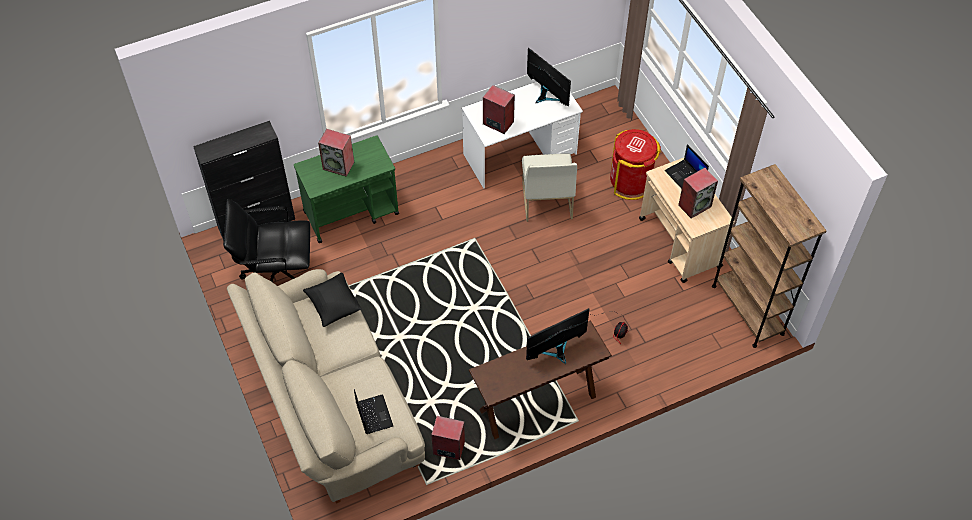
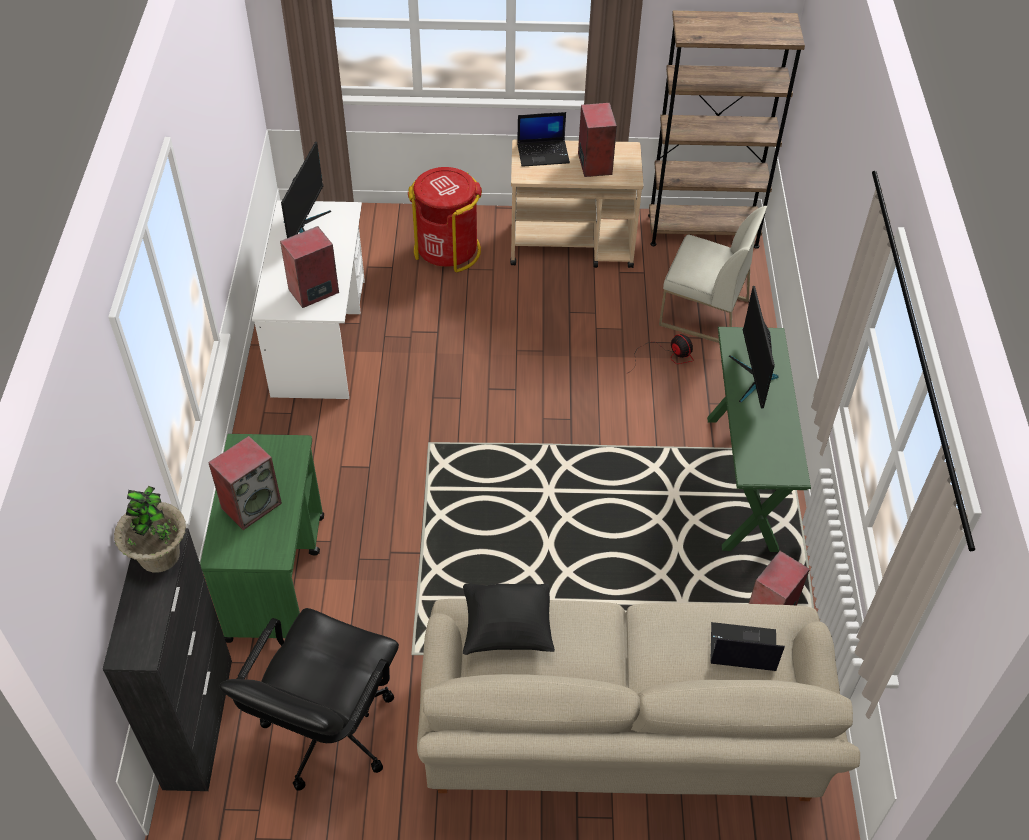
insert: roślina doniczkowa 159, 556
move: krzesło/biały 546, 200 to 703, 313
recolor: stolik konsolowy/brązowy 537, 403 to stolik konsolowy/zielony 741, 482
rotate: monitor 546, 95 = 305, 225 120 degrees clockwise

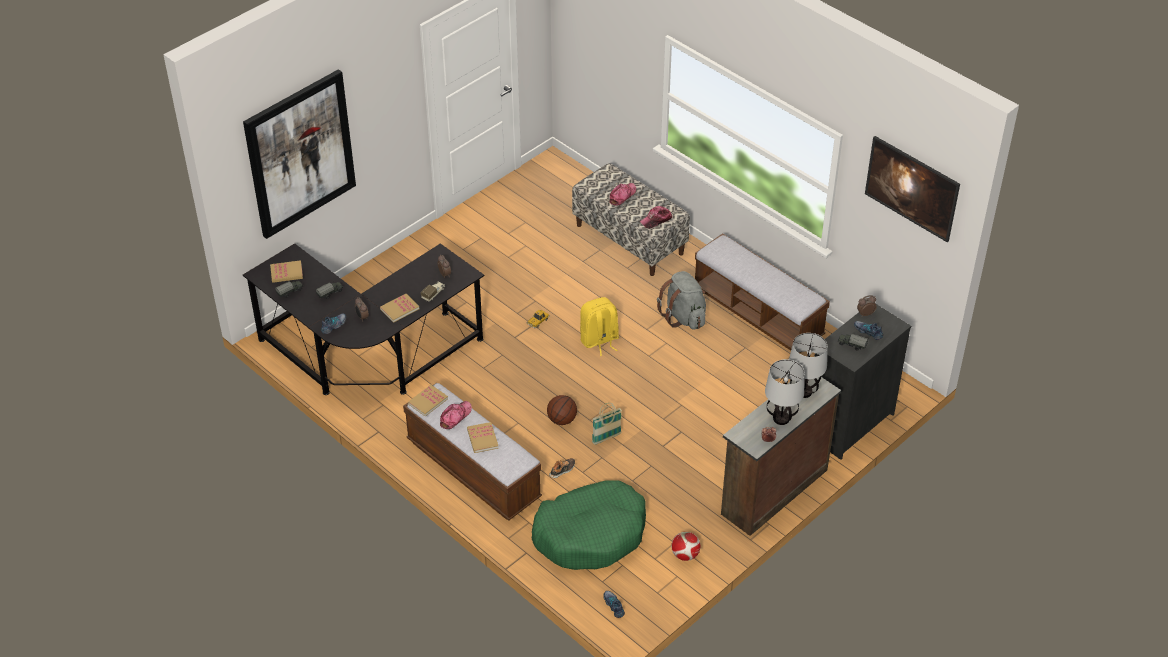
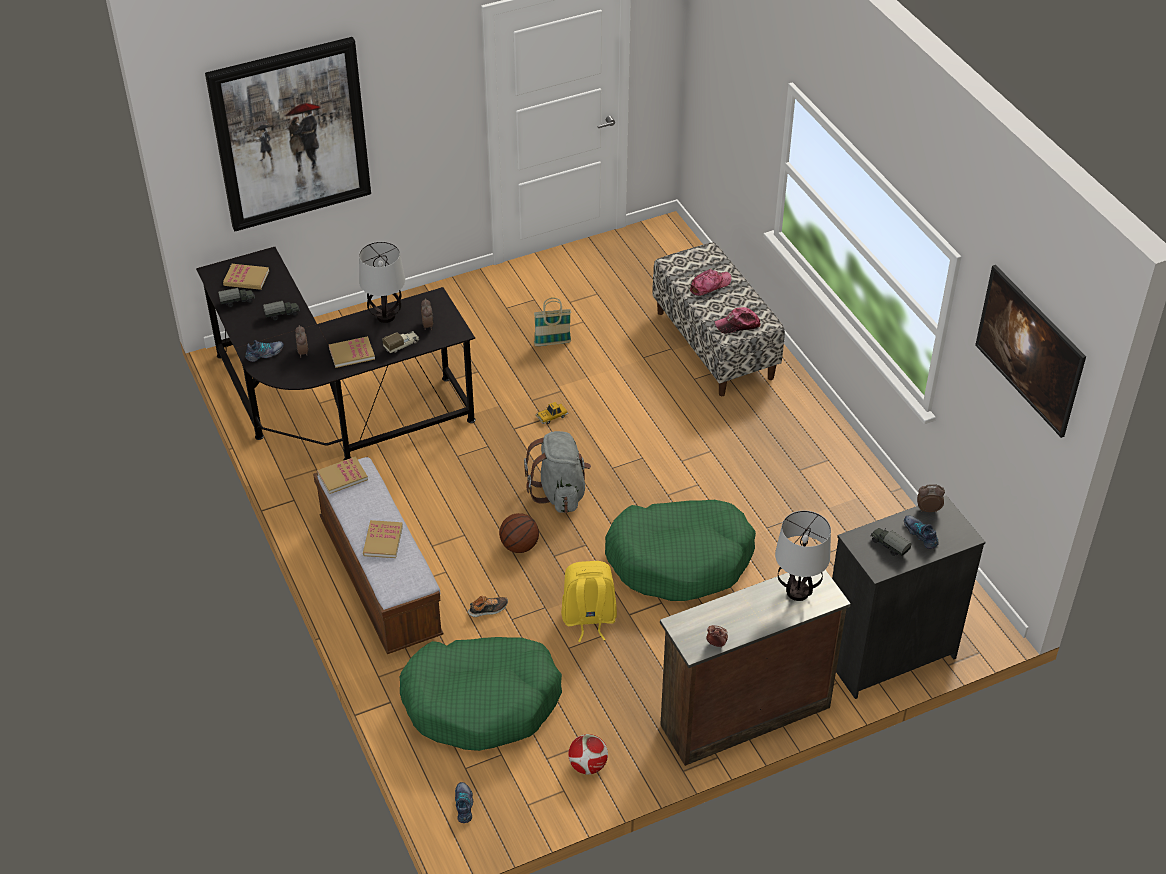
delete: ławka 757, 313; czapka z daszkiem 455, 417
insert: legowisko/zielony 680, 559
move: plecak/szary 683, 317 to 560, 492; plecak/żółty 599, 341 to 588, 619; lampa stołowa 781, 419 to 386, 317; koszyk 606, 438 to 552, 343

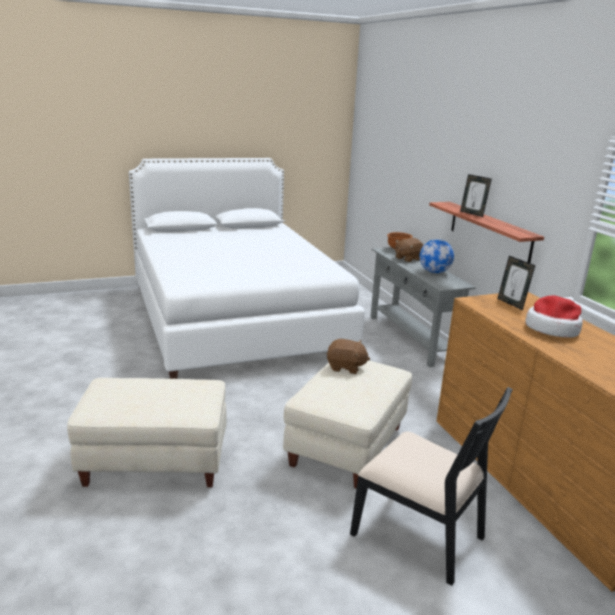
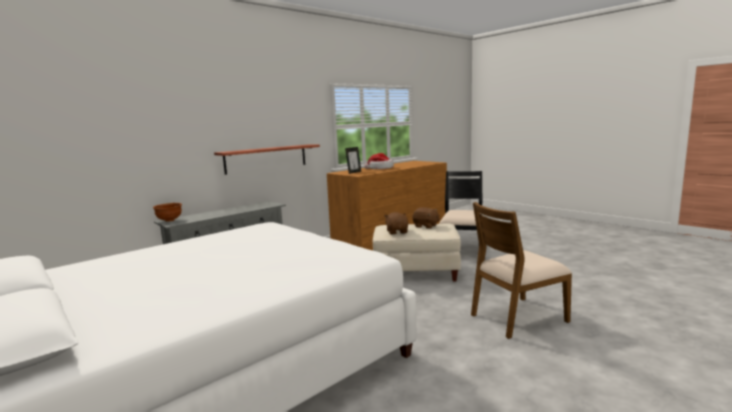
delete: ramka na zdjęcie 472, 214; globus 434, 272
move: pluszak/brązowy 407, 258 to 425, 226
replace: pufa/beżowy 155, 461 to krzesło/brązowy 517, 317

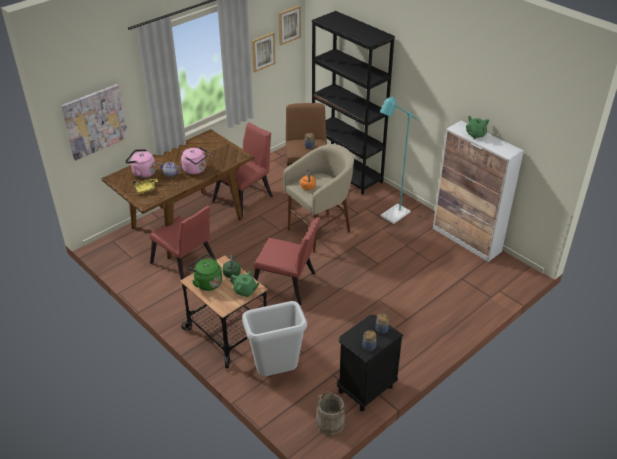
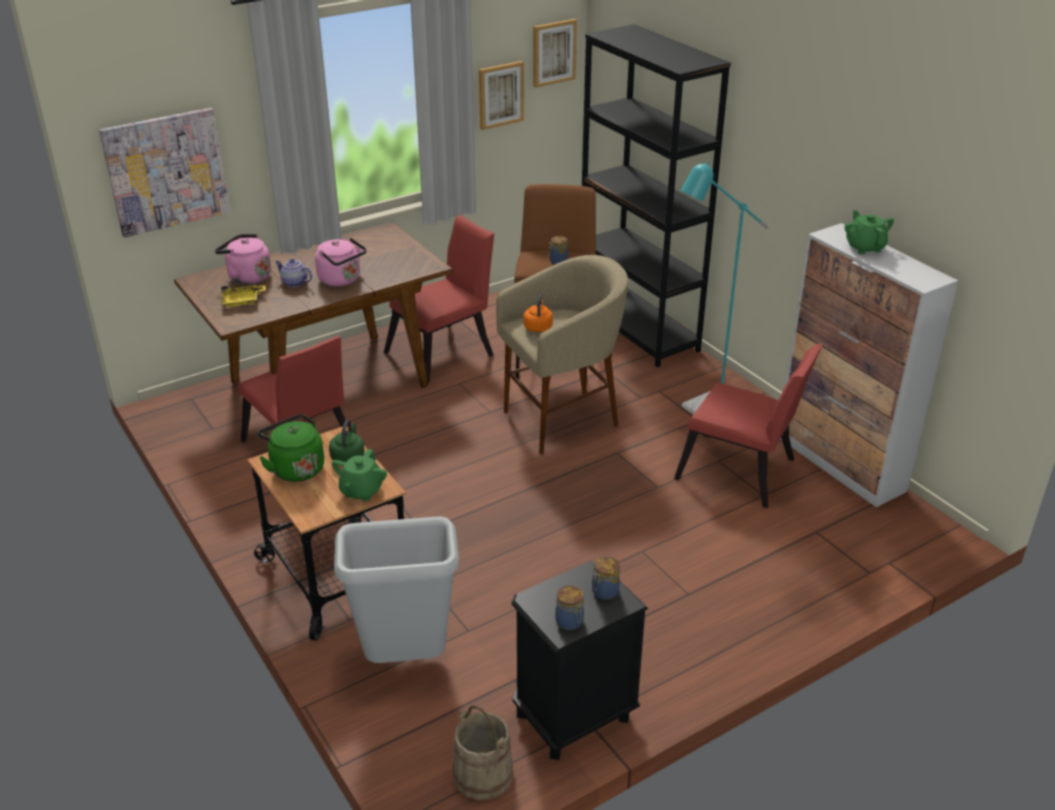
move: krzesło/czerwony 287, 285 to 742, 473
rotate: imbryk/zielony 245, 291 = 361, 491 75 degrees clockwise

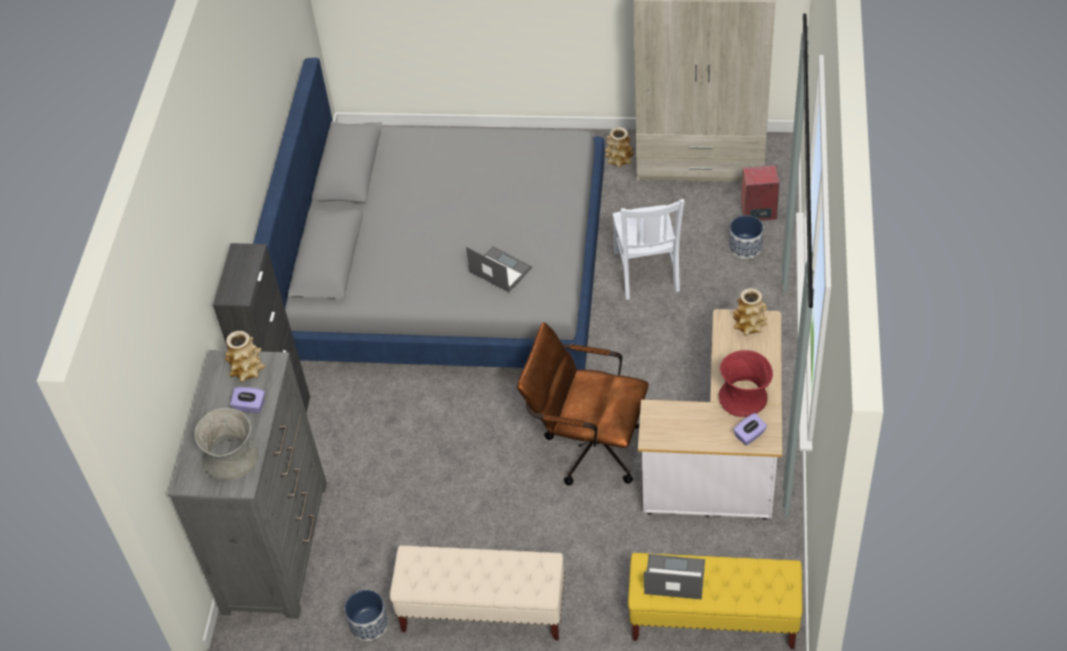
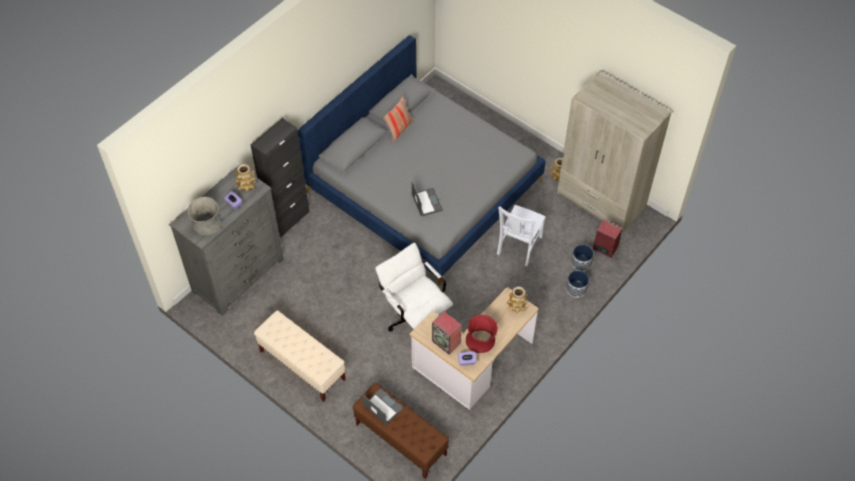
insert: poduszka 399, 129; głośnik 446, 342
move: donica 368, 624 to 576, 289
recolor: krzesło biurowe/brązowy 587, 445 to krzesło biurowe/biały 415, 317; ławka/żółty 713, 619 to ławka/brązowy 400, 439

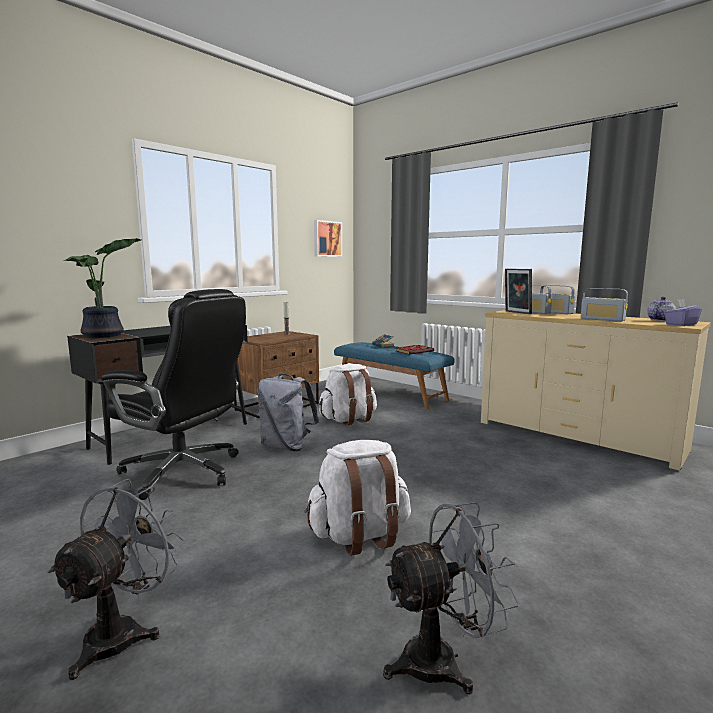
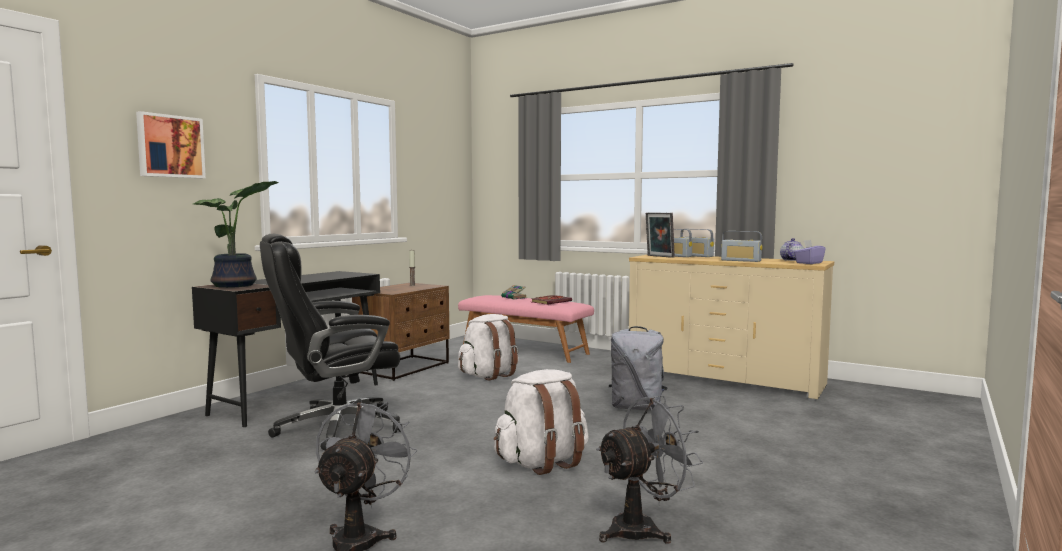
move: obraz 327, 239 to 170, 146; plecak/szary 287, 447 to 637, 408
recolor: ławka/niebieski 391, 393 to ławka/różowy 525, 350
rotate: krzesło biurowe/czarny 184, 472 = 335, 428 135 degrees clockwise

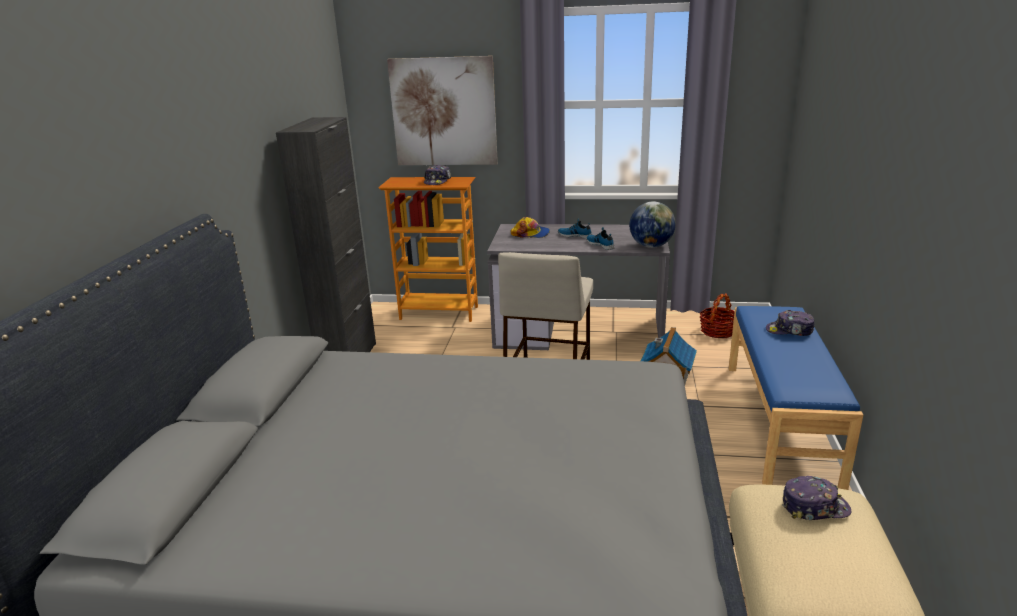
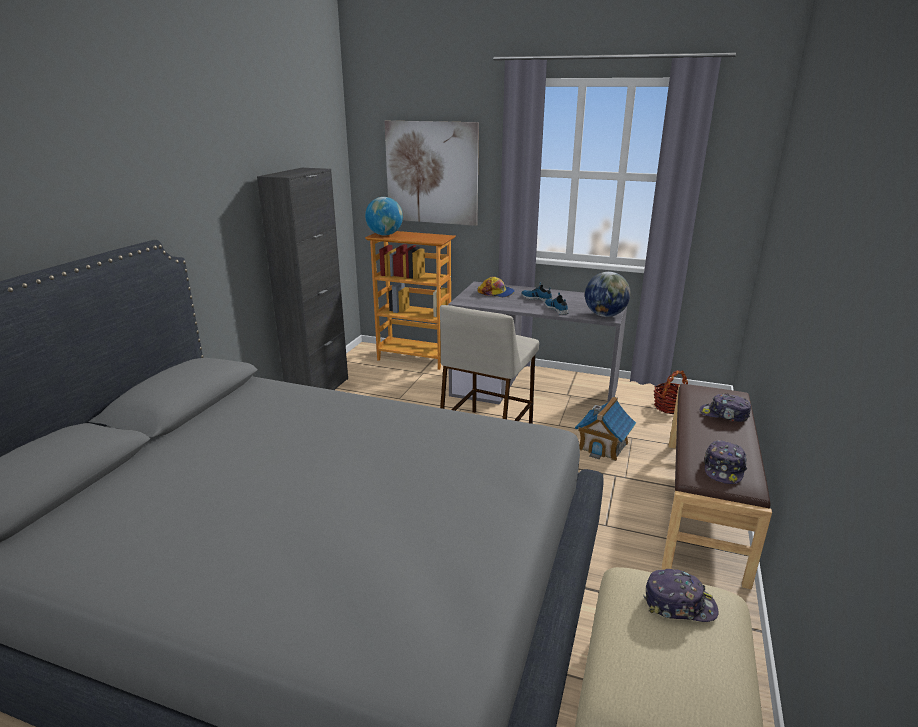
insert: globus 385, 235
move: czapka z daszkiem 437, 181 to 723, 469
recolor: ławka/niebieski 781, 421 to ławka/brązowy 704, 505

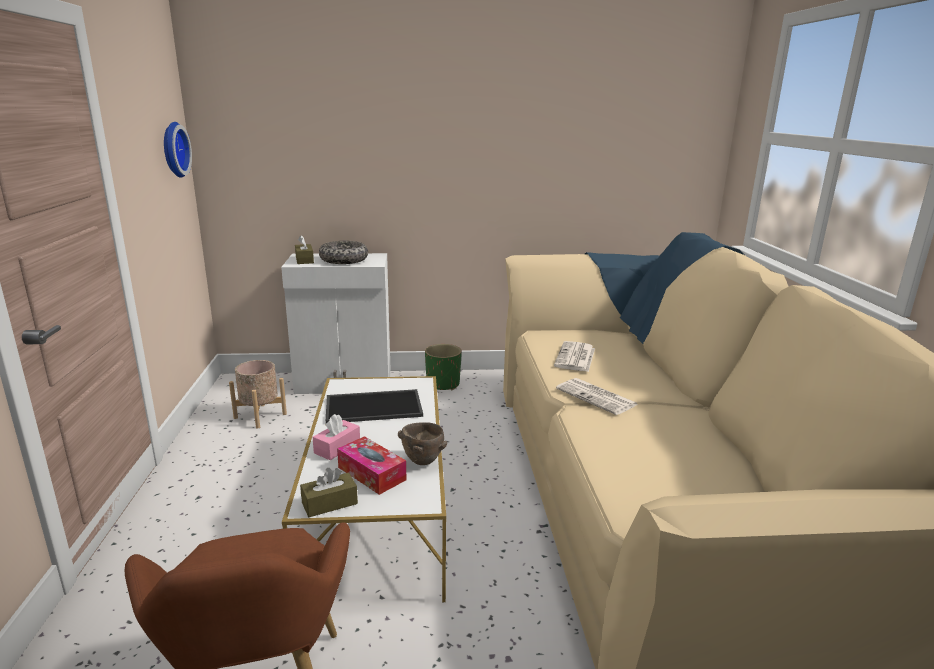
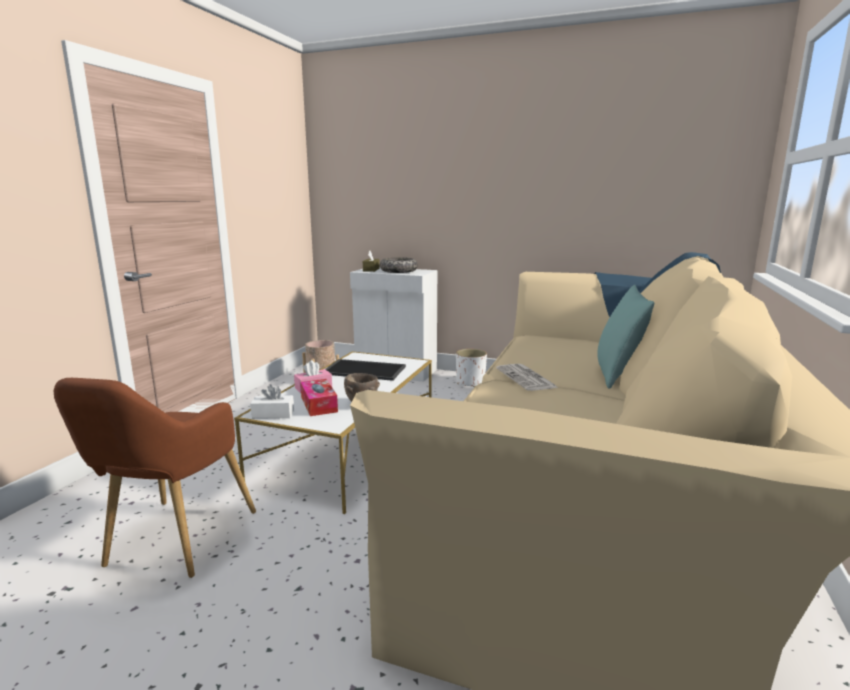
delete: zegar ścienny 172, 149; gazeta 575, 358
insert: poduszka/turkusowy 618, 375
recolor: donica/zielony 443, 384 to donica/biały 470, 383; pudełko chusteczek/brązowy 329, 503 to pudełko chusteczek/biały 273, 414

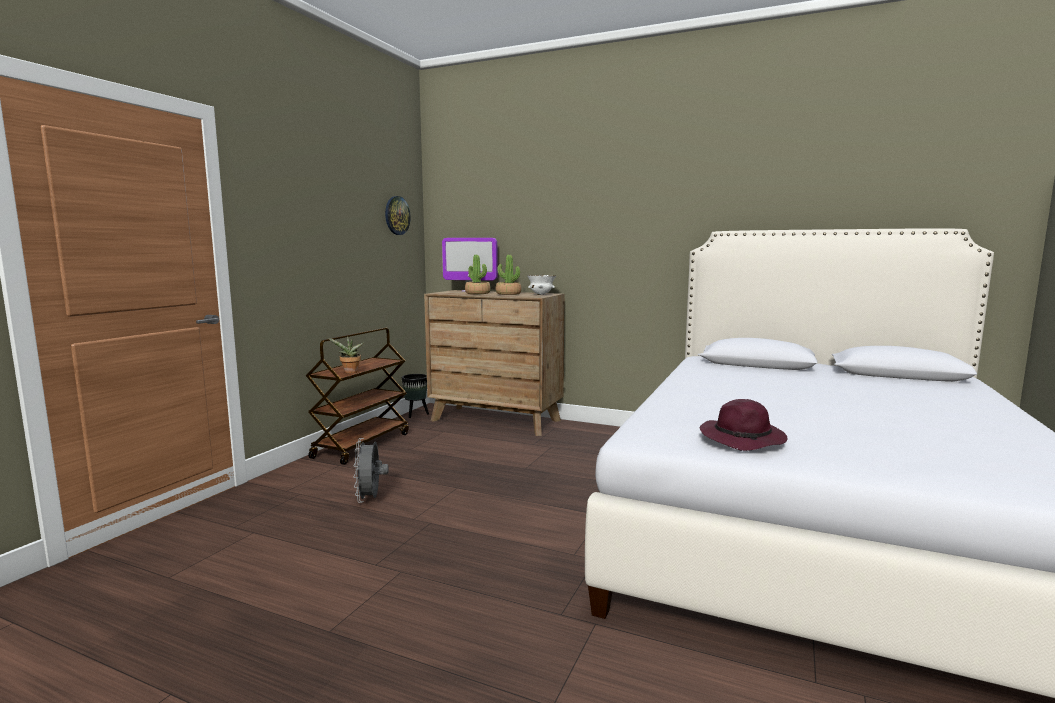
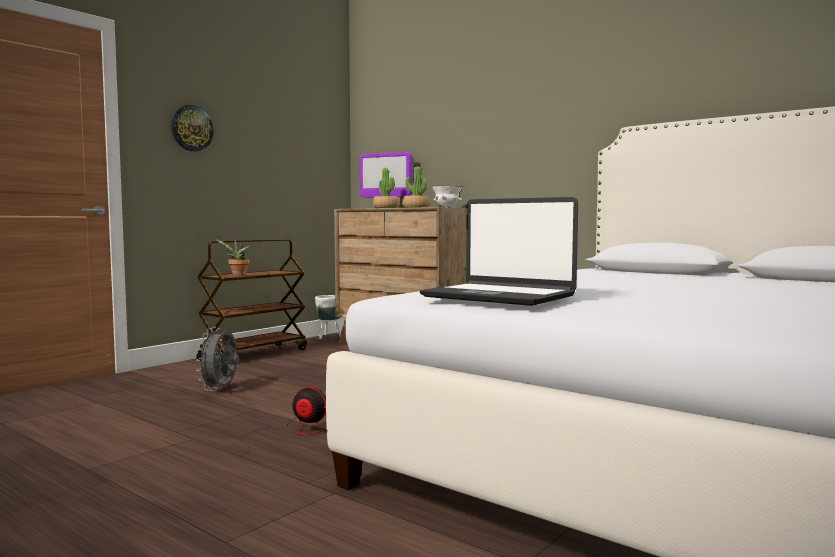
insert: wentylator 291, 433
move: zegar ścienny 397, 215 to 191, 128
replace: kapelusz/fioletowy 743, 439 to laptop 499, 296
recolor: donica/czarny 416, 414 to donica/biały 329, 337

